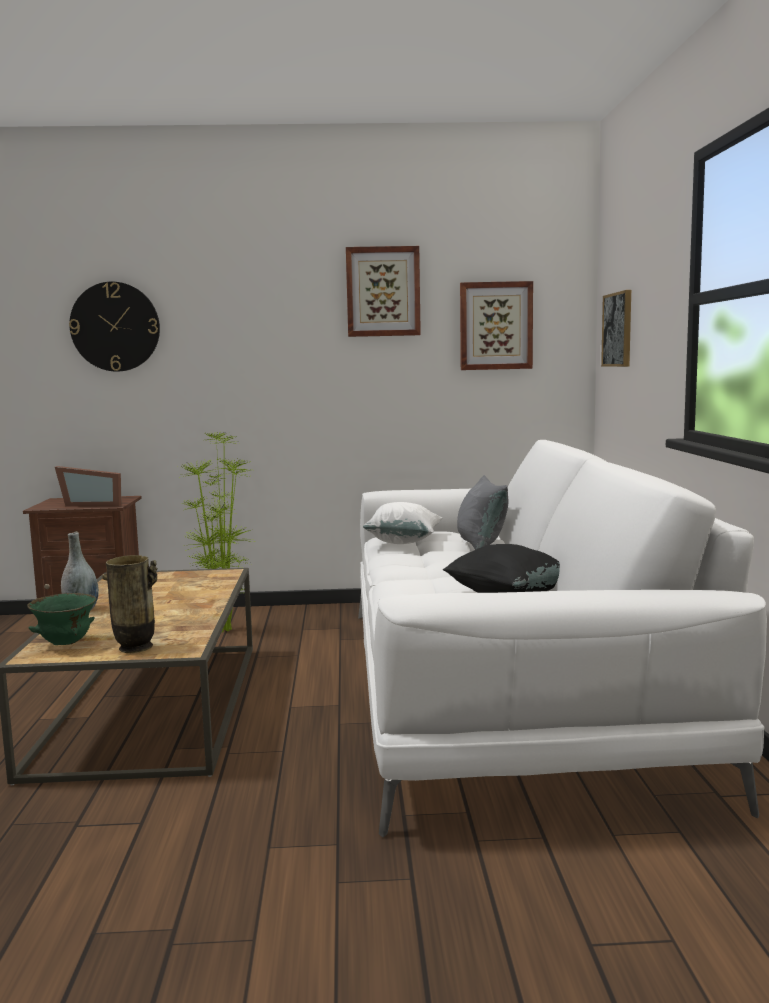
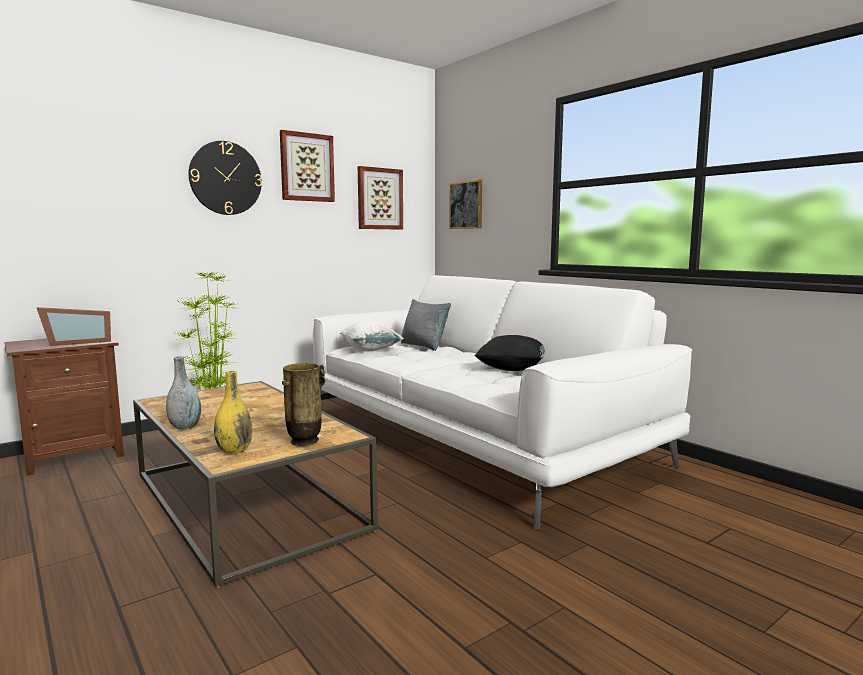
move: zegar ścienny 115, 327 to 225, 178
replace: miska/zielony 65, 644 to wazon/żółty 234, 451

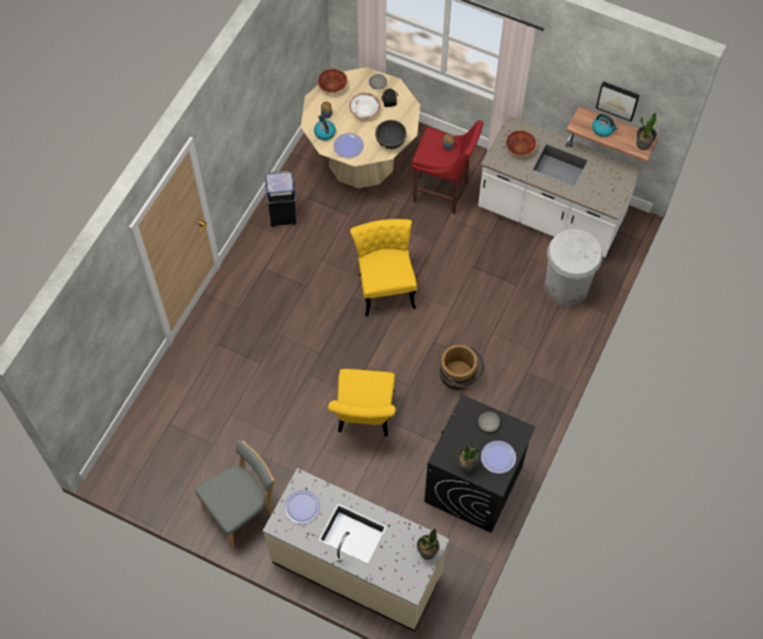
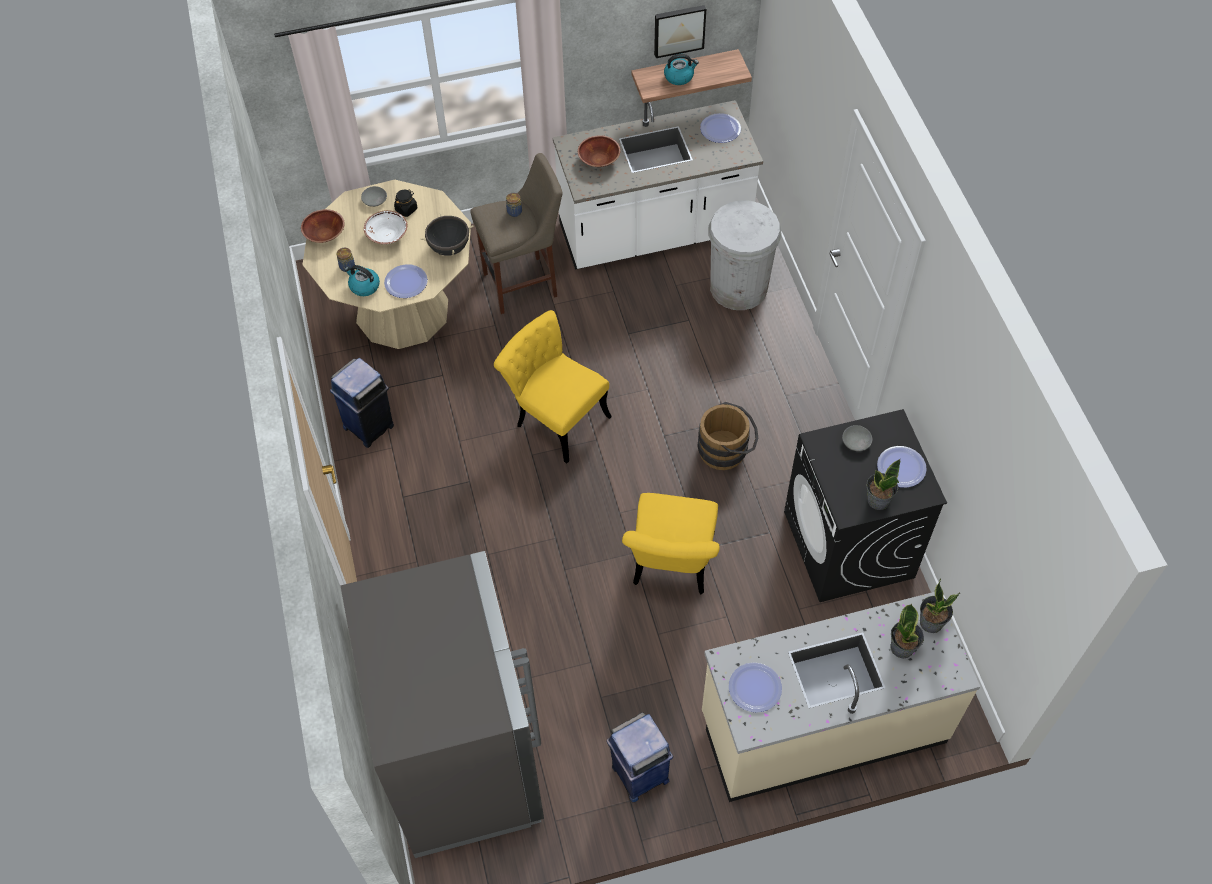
insert: talerz 720, 129; lodówka/szary 463, 759
move: roślina doniczkowa 643, 144 to 902, 647
replace: krzesło/szary 242, 510 to kosz na śmieci/niebieski 639, 774
recolor: stołek/czerwony 443, 193 to stołek/beżowy 524, 284
rotate: krzesło/żółty 364, 418 = 671, 567 45 degrees clockwise

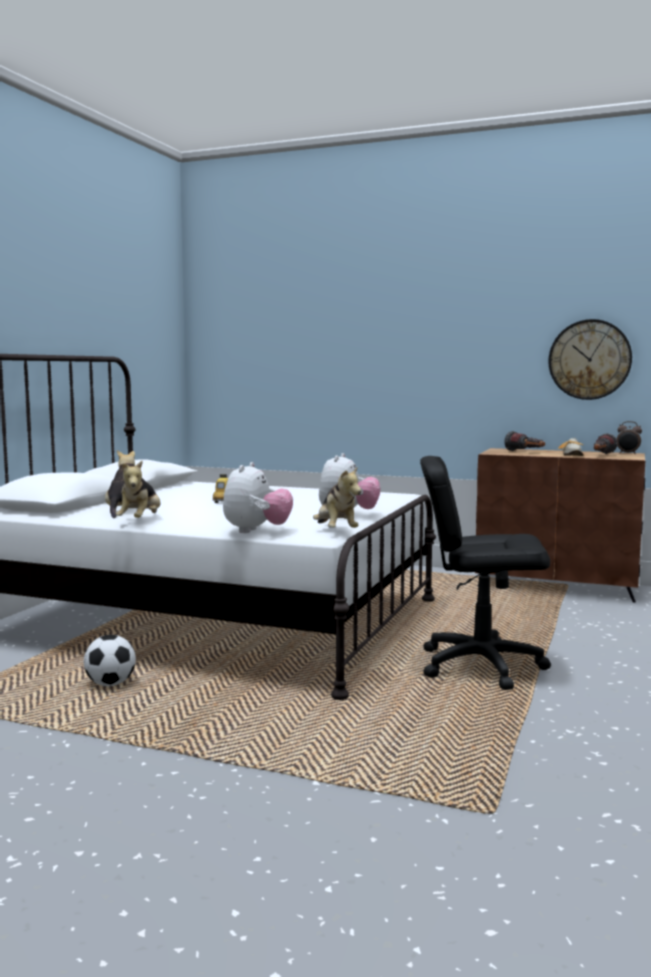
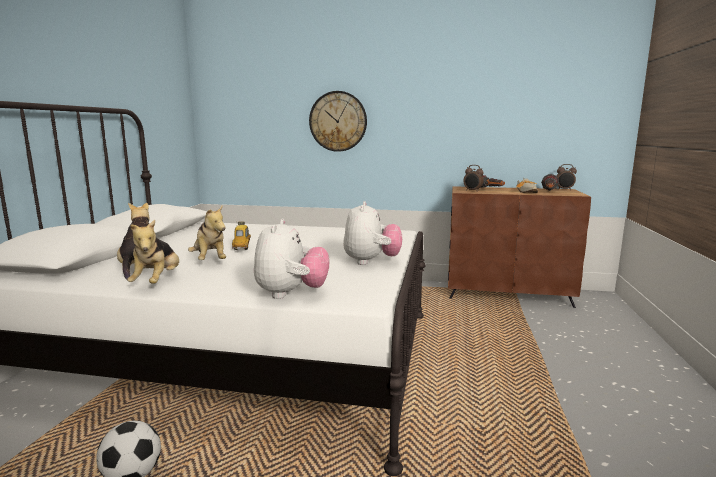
delete: krzesło biurowe/czarny 480, 665
insert: budzik 472, 191
move: zegar ścienny 589, 359 to 338, 121; pluszak 336, 531 to 210, 261

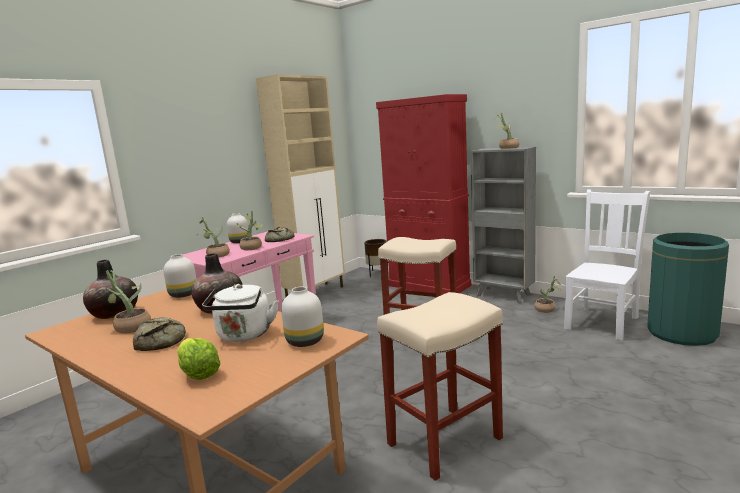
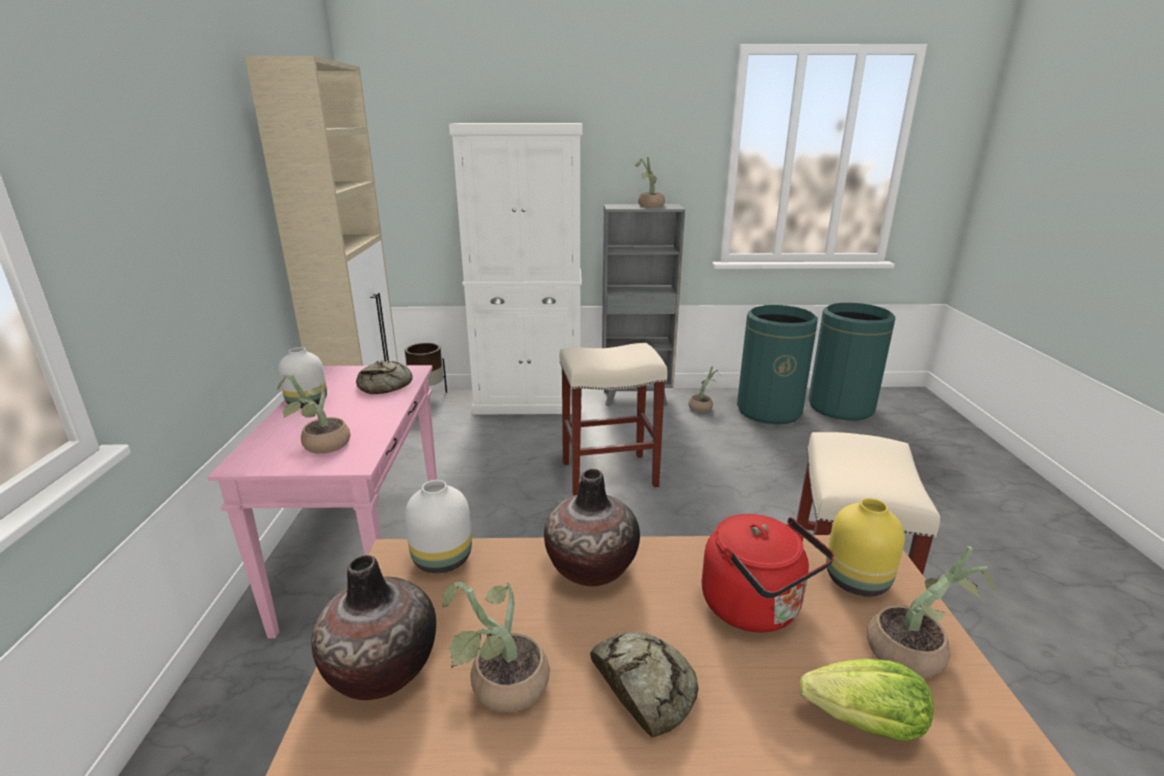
move: roślina doniczkowa 252, 248 to 915, 654
replace: krzesło/biały 603, 322 to kosz na śmieci/zielony 769, 410
recolor: szafka/czerwony 429, 286 to szafka/biały 529, 402; czajnik/biały 244, 336 to czajnik/czerwony 756, 608; wazon/biały 304, 342 to wazon/żółty 856, 581

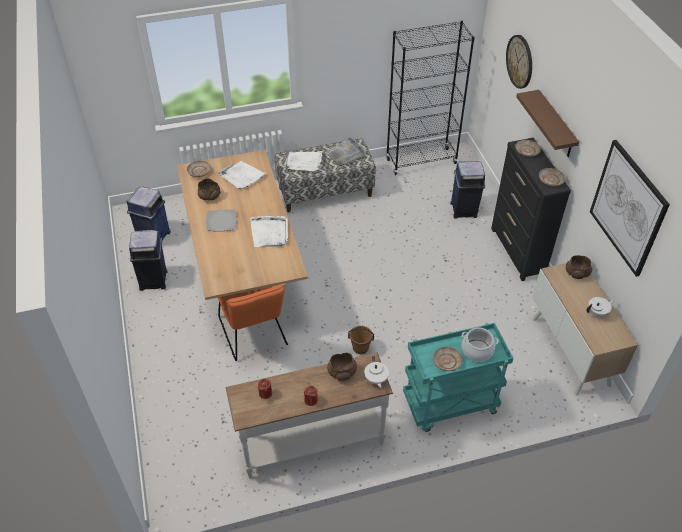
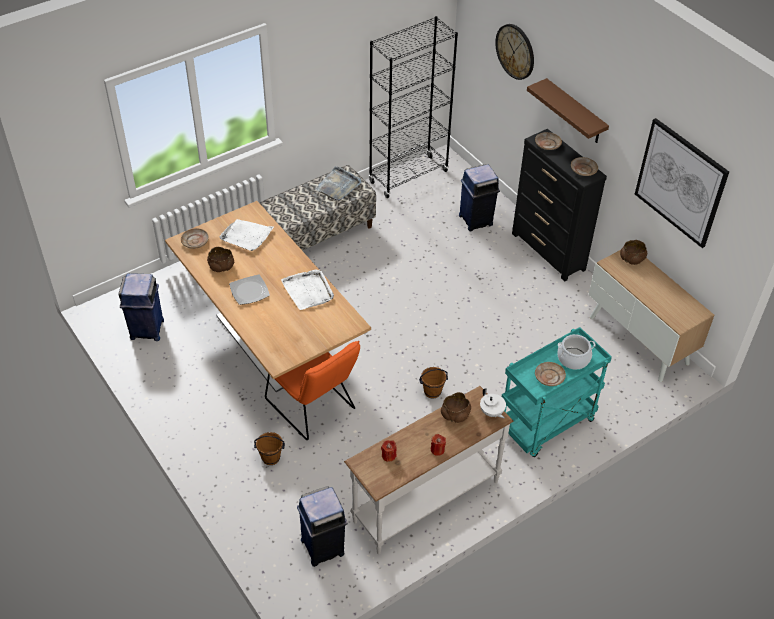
delete: taca/biały 303, 162; imbryk/biały 597, 313
insert: wiadro/brązowy 270, 458
move: kosz na śmieci/niebieski 154, 280 to 323, 546

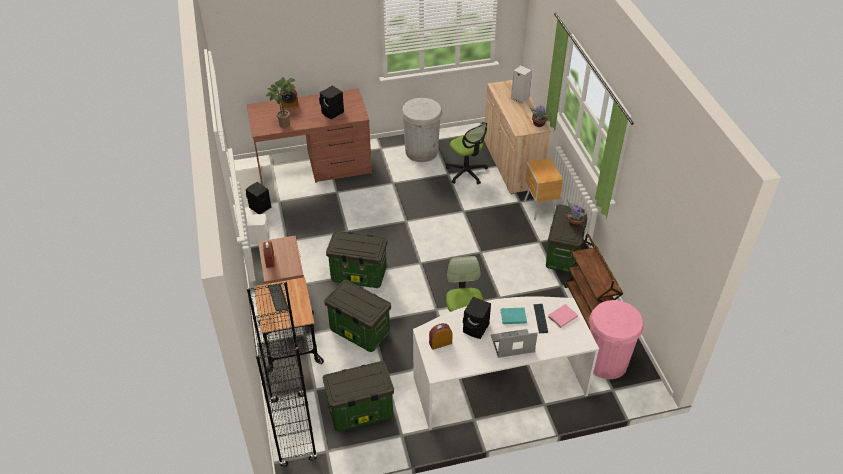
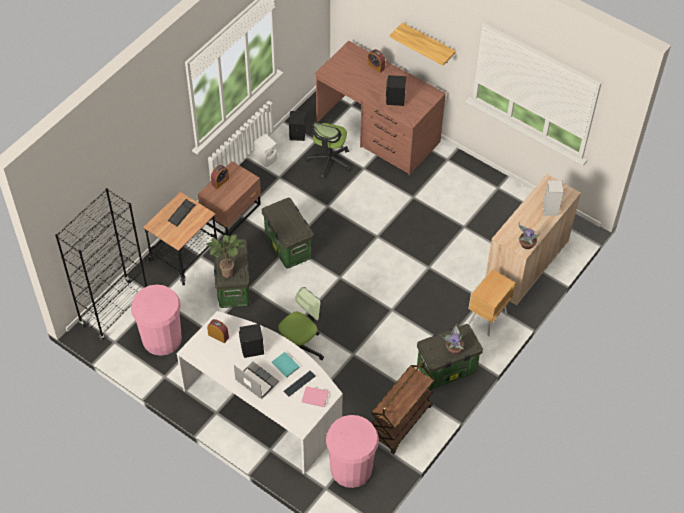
delete: kosz na śmieci/biały 421, 151
insert: półka 428, 44
move: roślina doniczkowa 285, 123 to 229, 272; krzesło biurowe 466, 172 to 329, 161
replace: pojemnik do przechowywania 359, 413 to kosz na śmieci/różowy 161, 338

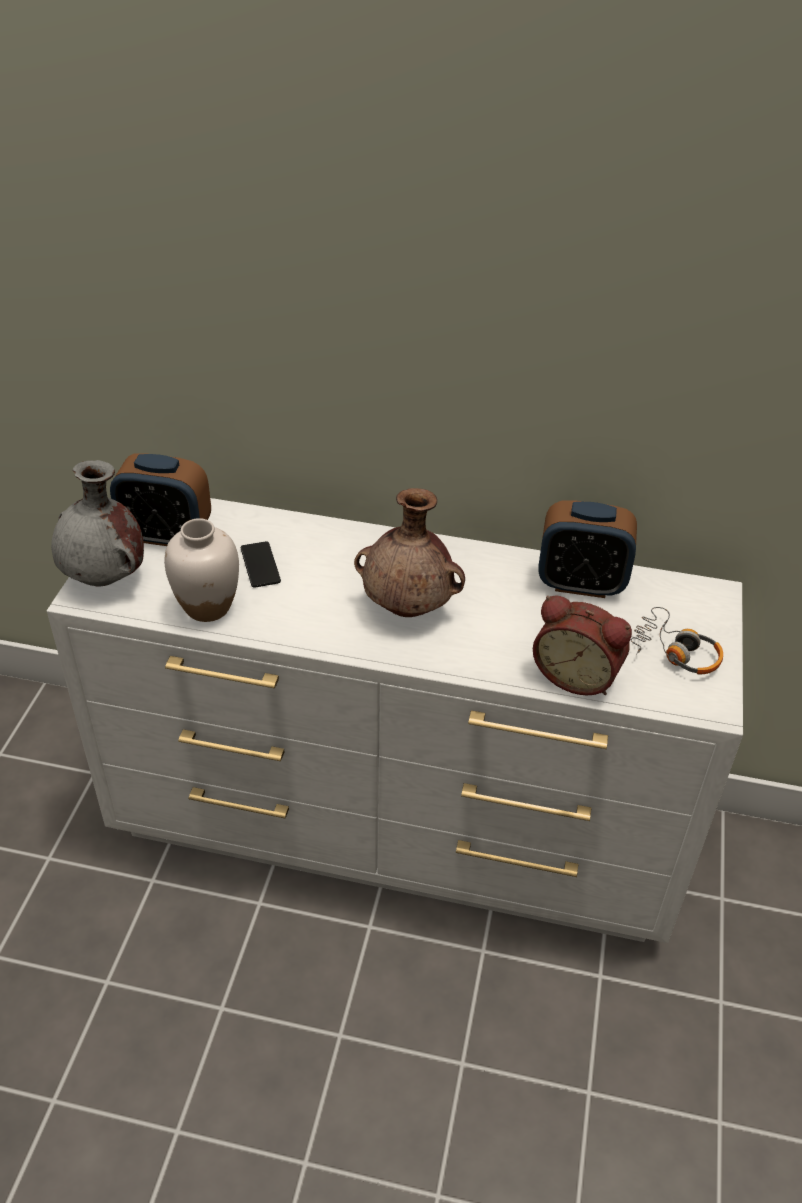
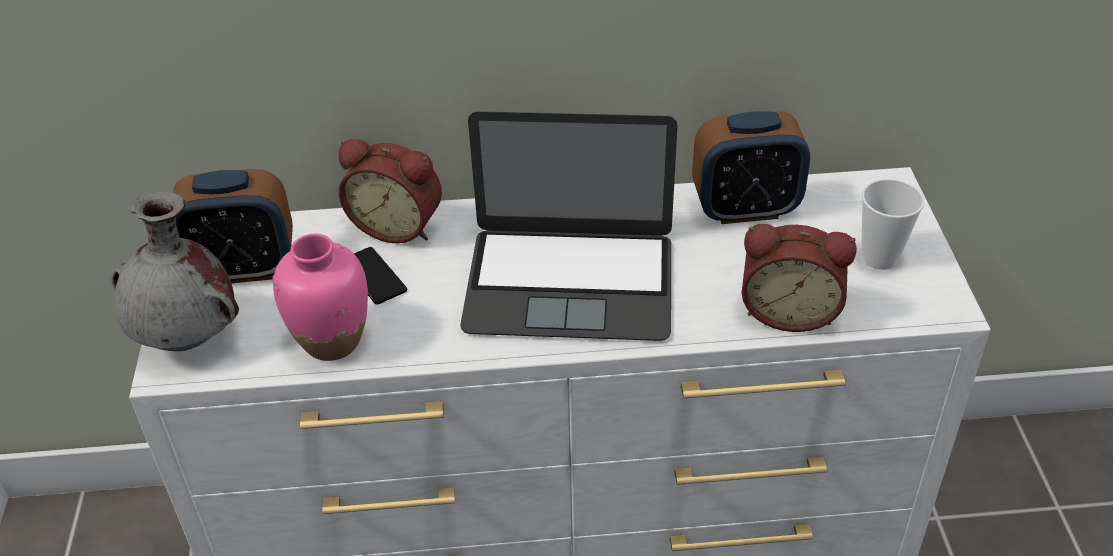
insert: budzik 398, 225
replace: wazon/brązowy 409, 608 to laptop 569, 283; słuchawki 675, 651 to filiżanka 879, 258
recolor: wazon/biały 207, 607 to wazon/różowy 332, 342

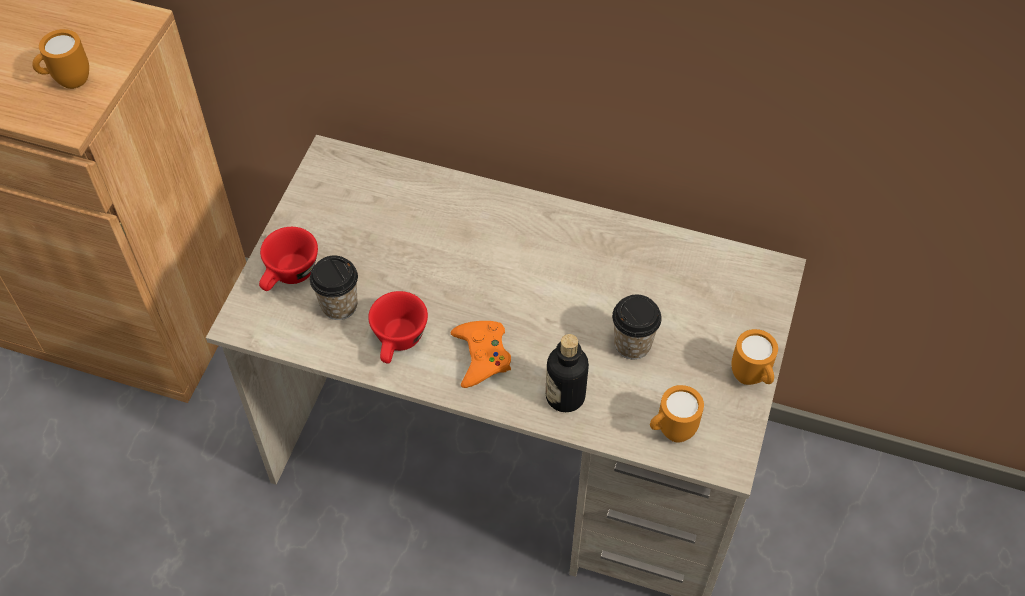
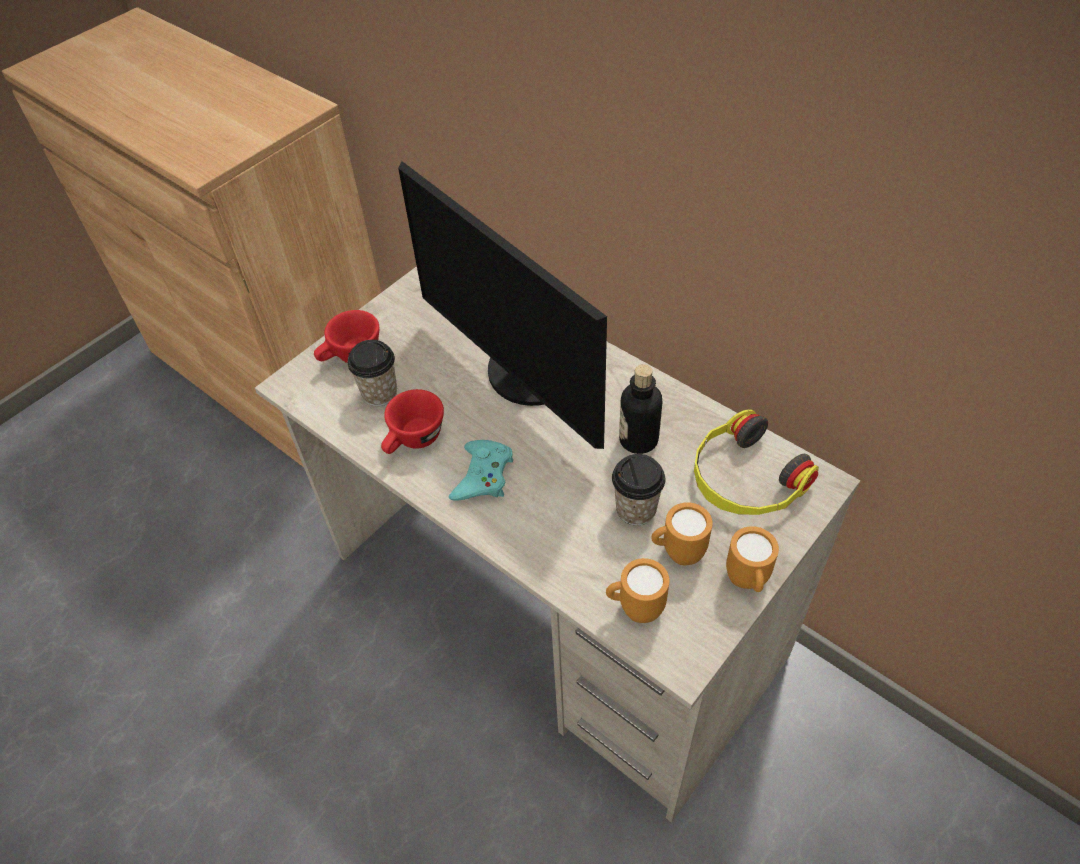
insert: monitor 526, 376; słuchawki 745, 478
move: kubek/pomarańczowy 68, 82 to 677, 553; butelka 565, 396 to 638, 440
recolor: pad do gier/pomarańczowy 481, 356 to pad do gier/turkusowy 483, 476

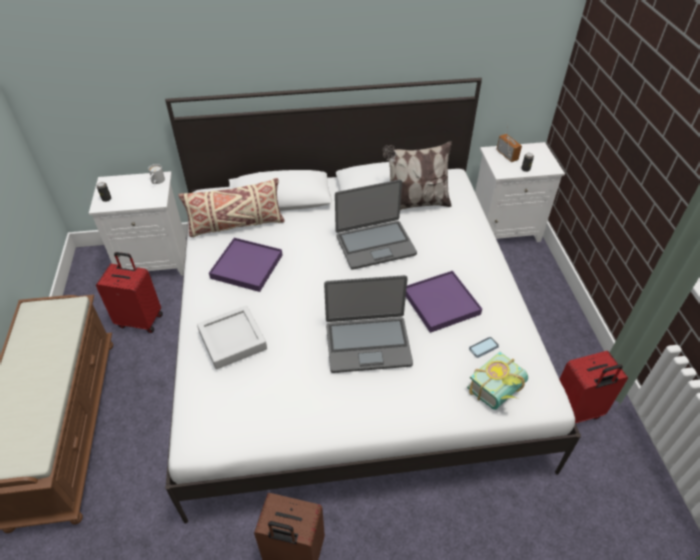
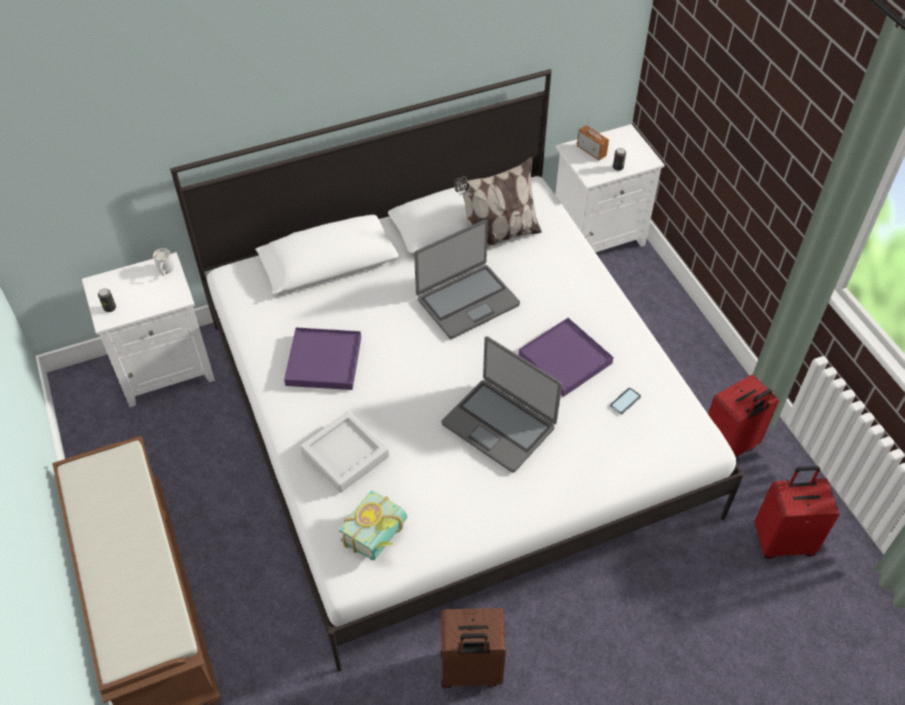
delete: poduszka/beżowy 236, 225
move: walizka/czerwony 140, 320 to 782, 541; książka 500, 392 to 379, 536
rotate: laptop 368, 343 = 499, 425 60 degrees clockwise

